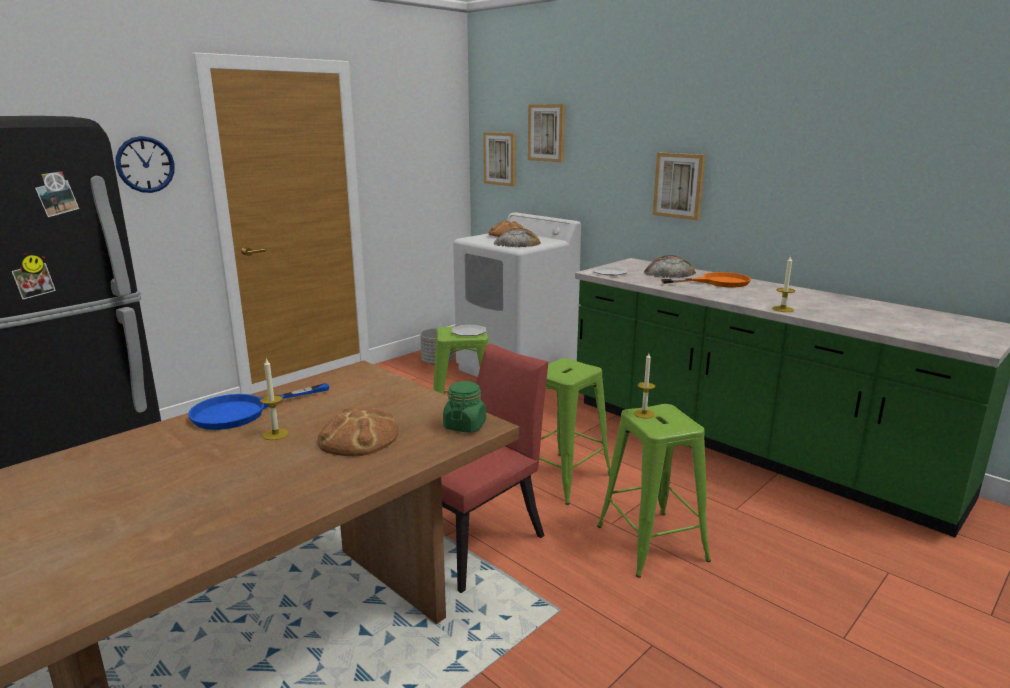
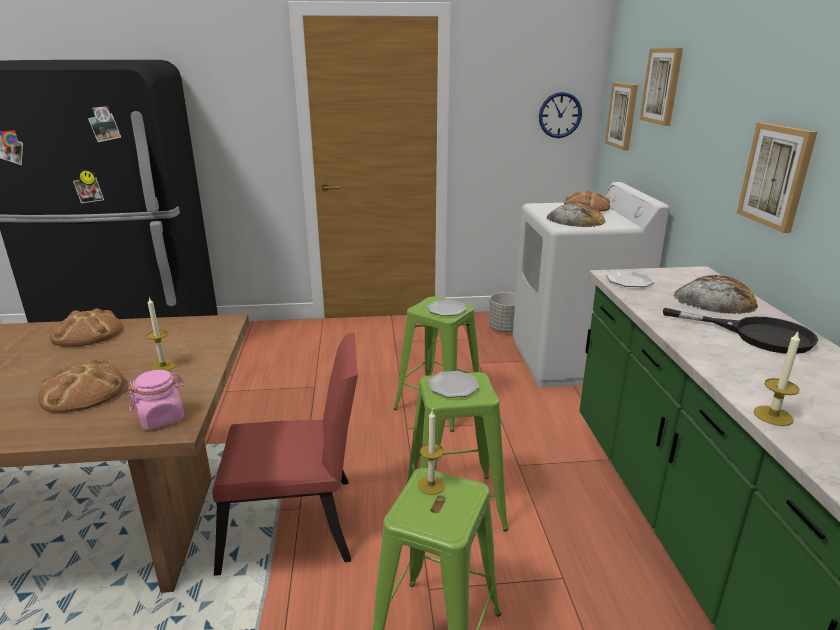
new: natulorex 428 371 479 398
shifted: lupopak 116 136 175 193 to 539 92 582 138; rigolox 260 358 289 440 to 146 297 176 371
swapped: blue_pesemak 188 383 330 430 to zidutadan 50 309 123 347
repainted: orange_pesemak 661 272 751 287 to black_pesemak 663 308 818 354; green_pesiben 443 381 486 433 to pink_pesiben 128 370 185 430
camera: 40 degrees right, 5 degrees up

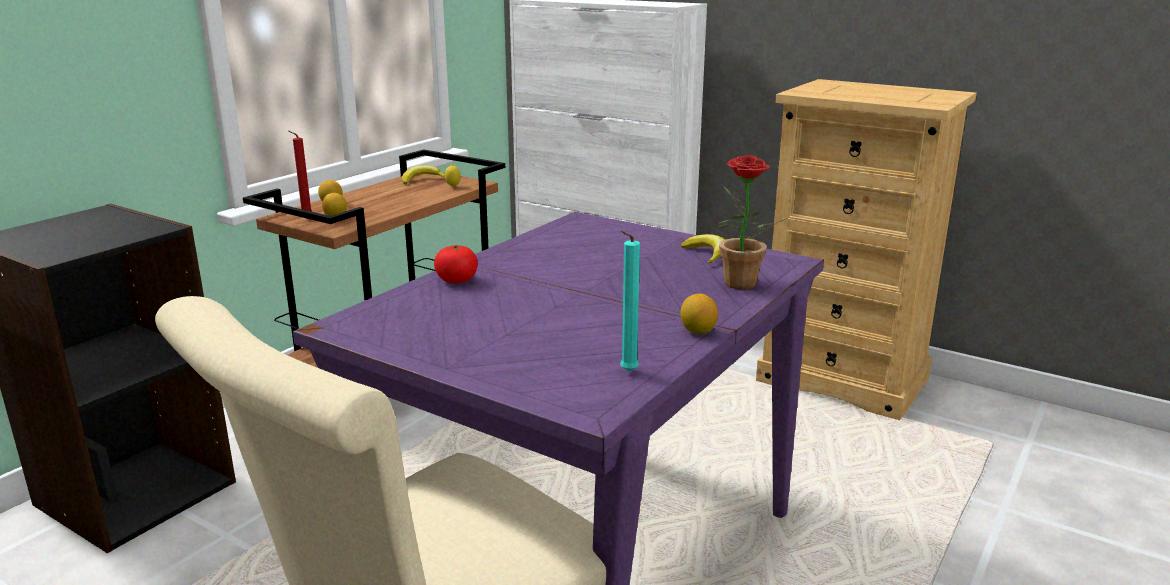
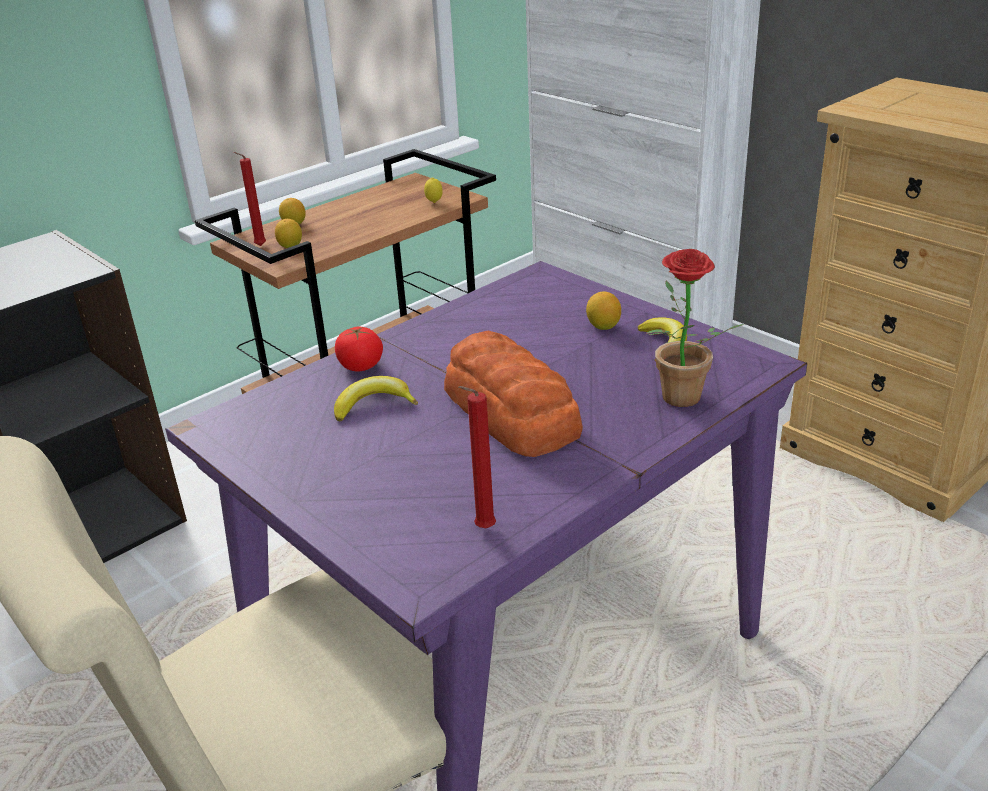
new: zidutadan 444 331 583 457
shifted: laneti 402 165 445 185 to 334 376 418 421; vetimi 680 294 718 334 to 586 292 621 330
repainted: turquoise_rigolox 620 231 640 372 to red_rigolox 459 386 496 528
camera: 15 degrees right, 10 degrees up

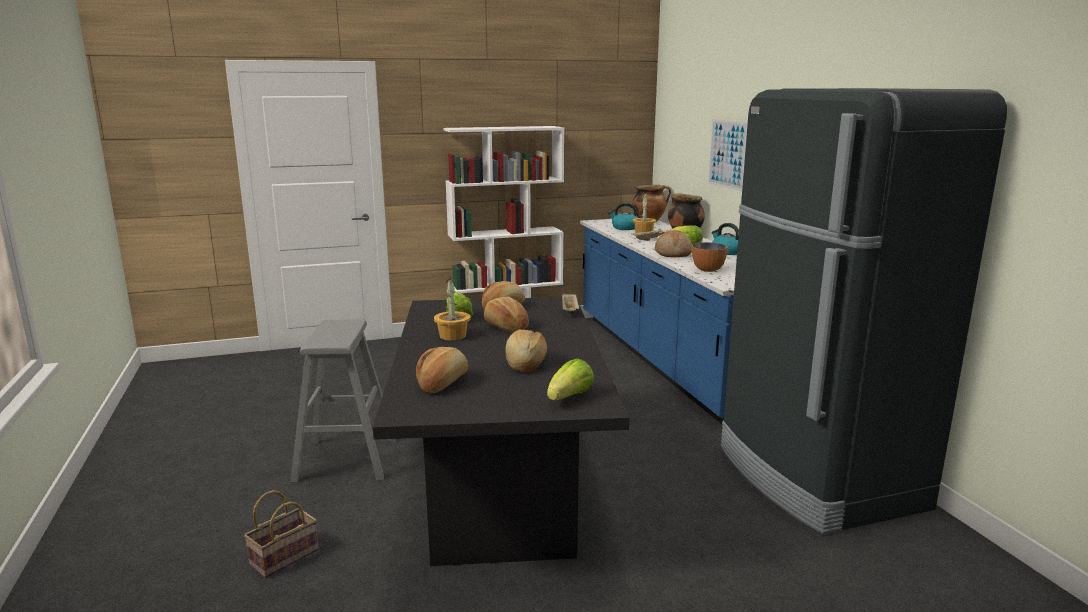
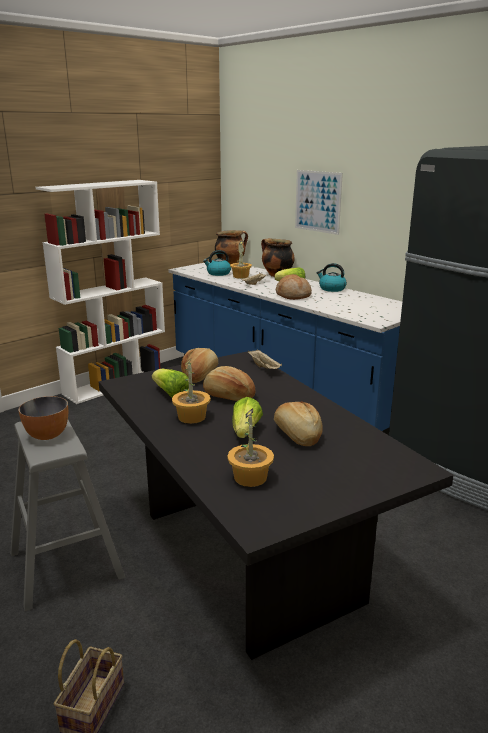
shifted: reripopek 692 242 728 272 to 19 396 68 440; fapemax 547 359 594 400 to 232 397 263 438
swapped: zidutadan 416 347 468 393 to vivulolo 227 408 274 487
camera: 25 degrees left, 5 degrees up

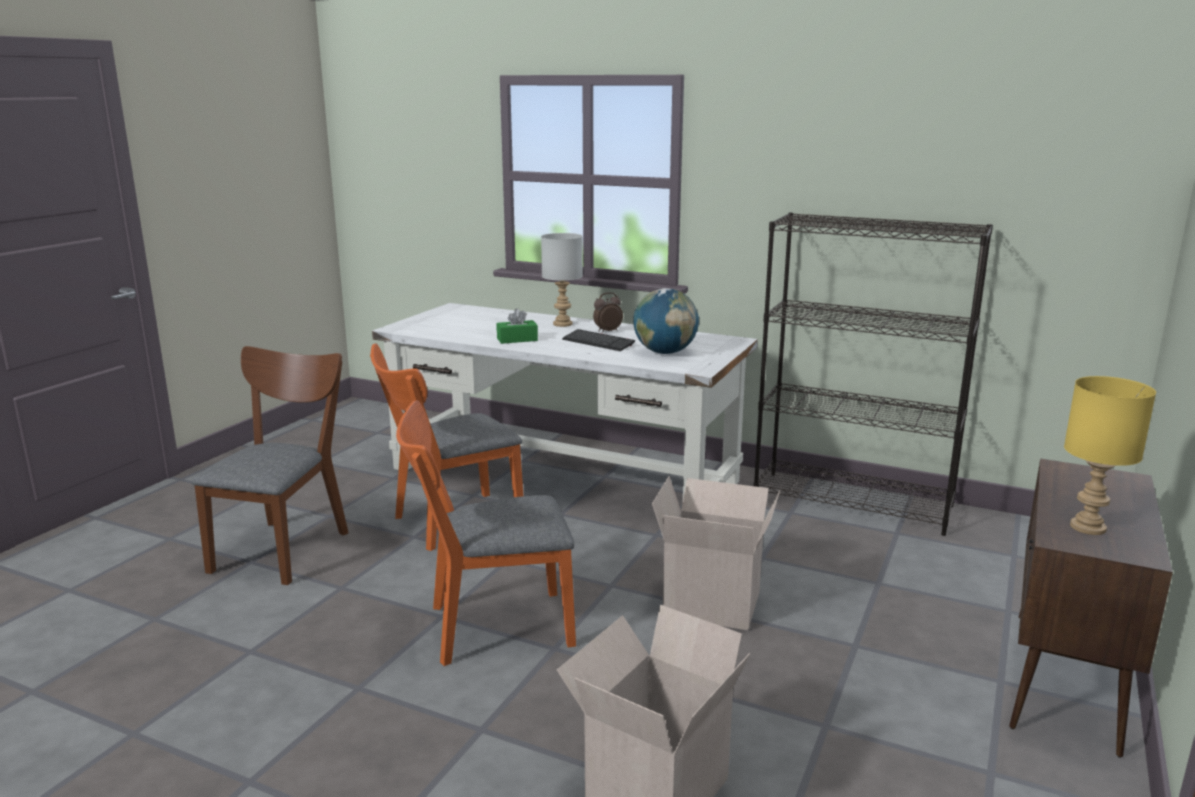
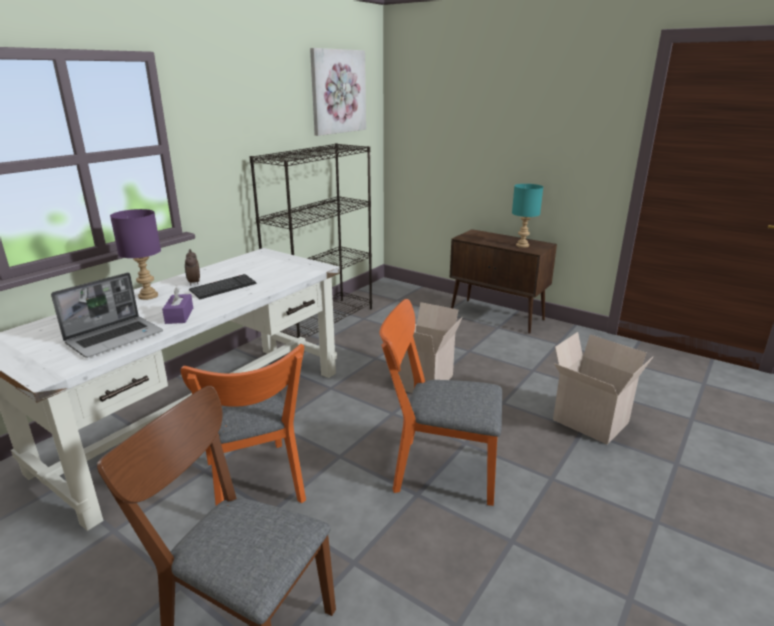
gone: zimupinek 633 288 699 354
new: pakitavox 310 48 366 136; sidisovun 51 273 163 358
repainted: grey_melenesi 541 233 583 327 to purple_melenesi 110 209 161 300; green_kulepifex 497 309 538 344 to purple_kulepifex 162 286 193 324; yellow_melenesi 1064 376 1156 535 to turquoise_melenesi 512 184 543 248
rotated: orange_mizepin 396 400 576 666 = 380 299 502 506 105 degrees clockwise
camera: 80 degrees left, 5 degrees up

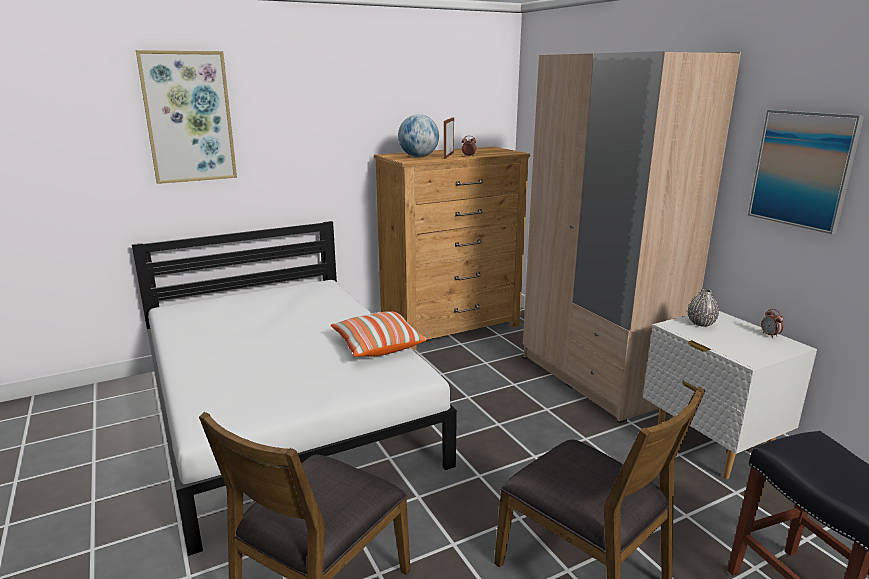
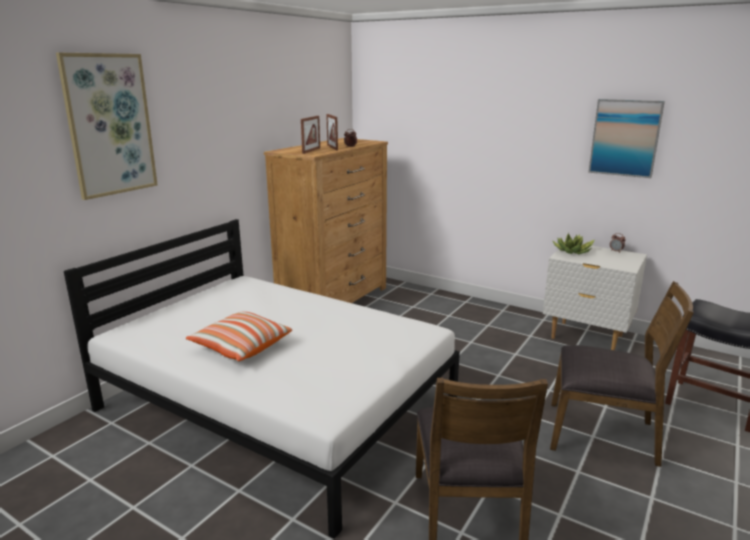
gone: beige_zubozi 523 51 741 423
shifted: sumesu 331 311 427 357 to 186 311 292 361
swapped: zimupinek 398 114 439 157 to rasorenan 301 116 320 154; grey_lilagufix 688 289 719 327 to vivulolo 552 233 595 254
camera: 30 degrees left, 0 degrees up

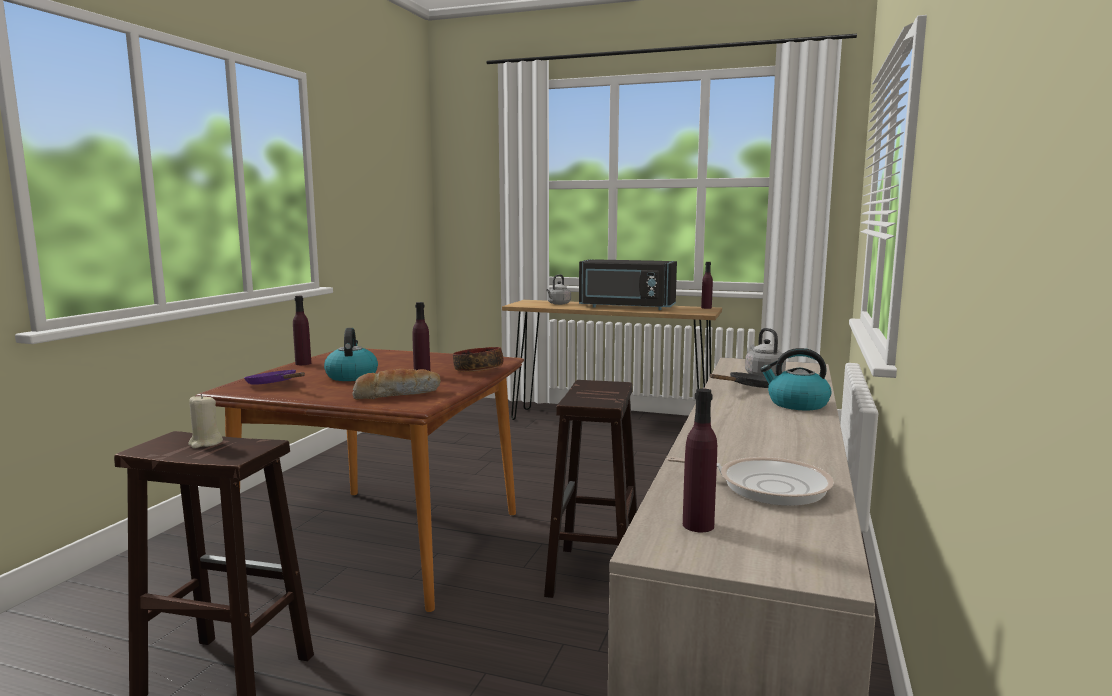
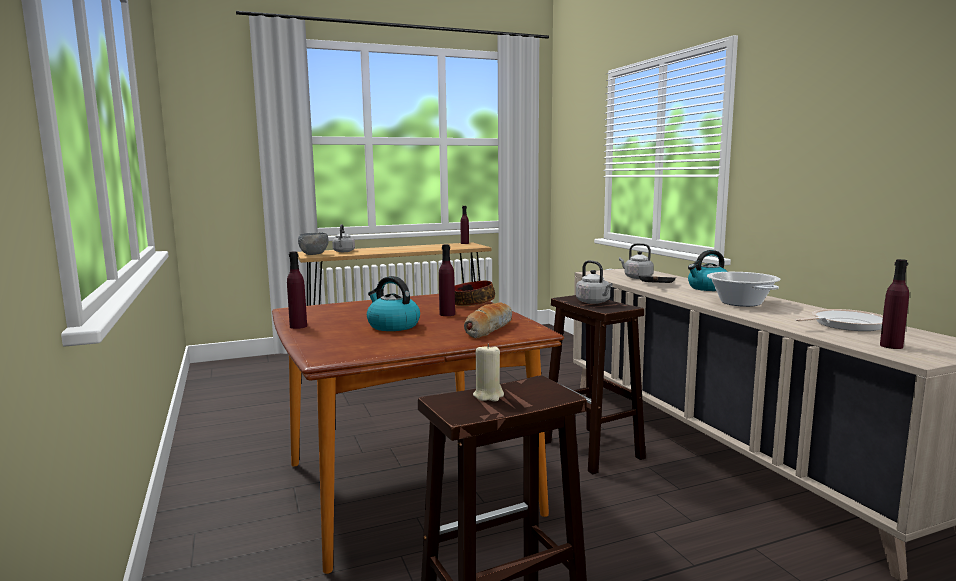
gone: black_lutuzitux 579 259 677 310; purple_pesemak 244 370 305 385
new: grey_reripopek 298 232 329 255; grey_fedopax 576 260 613 304; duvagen 707 272 781 307
camera: 40 degrees left, 0 degrees up

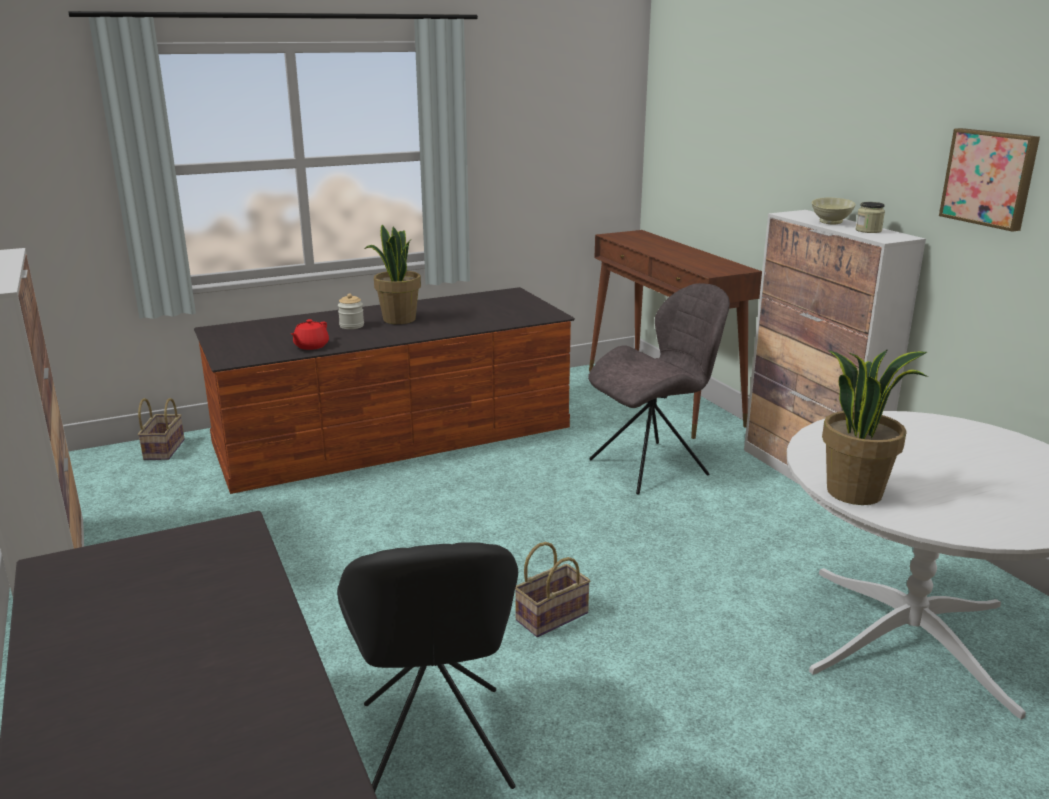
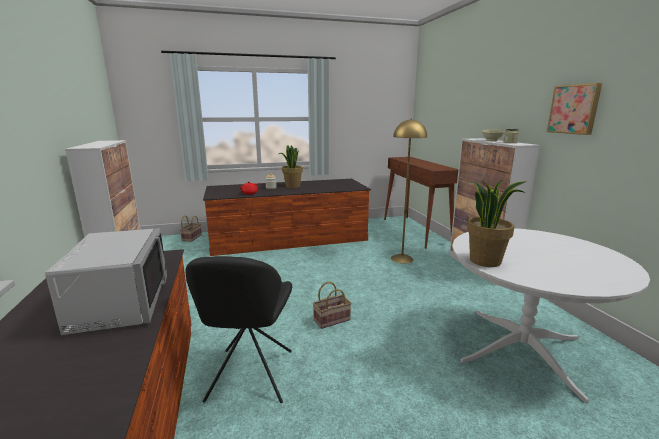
new: grey_lutuzitux 45 228 167 335
swapped: grey_mizepin 588 283 730 495 to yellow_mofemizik 391 119 427 263
camera: 10 degrees right, 5 degrees down

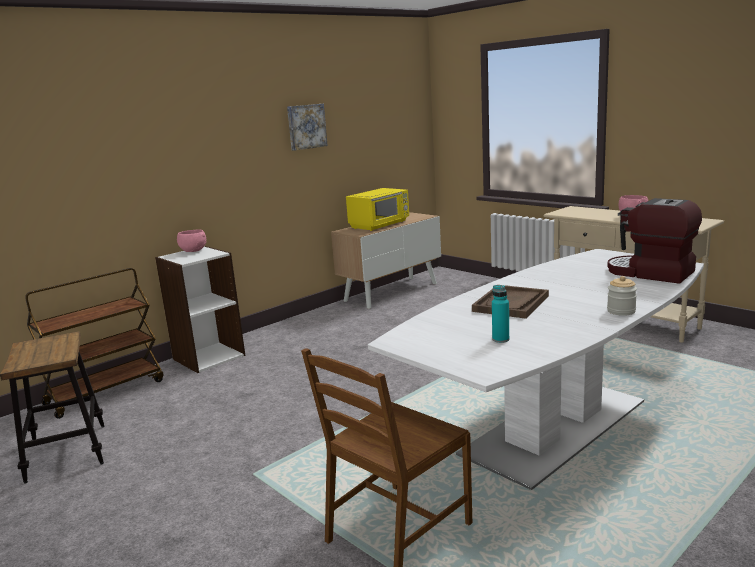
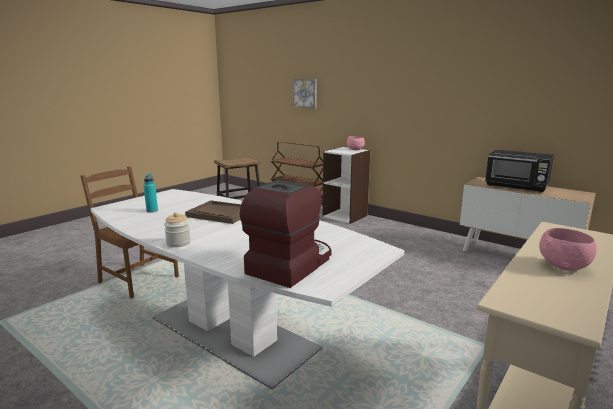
shifted: pakitavox 287 104 328 151 to 293 79 317 109
repainted: yellow_lutuzitux 346 188 409 231 to black_lutuzitux 485 150 554 193
camera: 80 degrees right, 0 degrees up

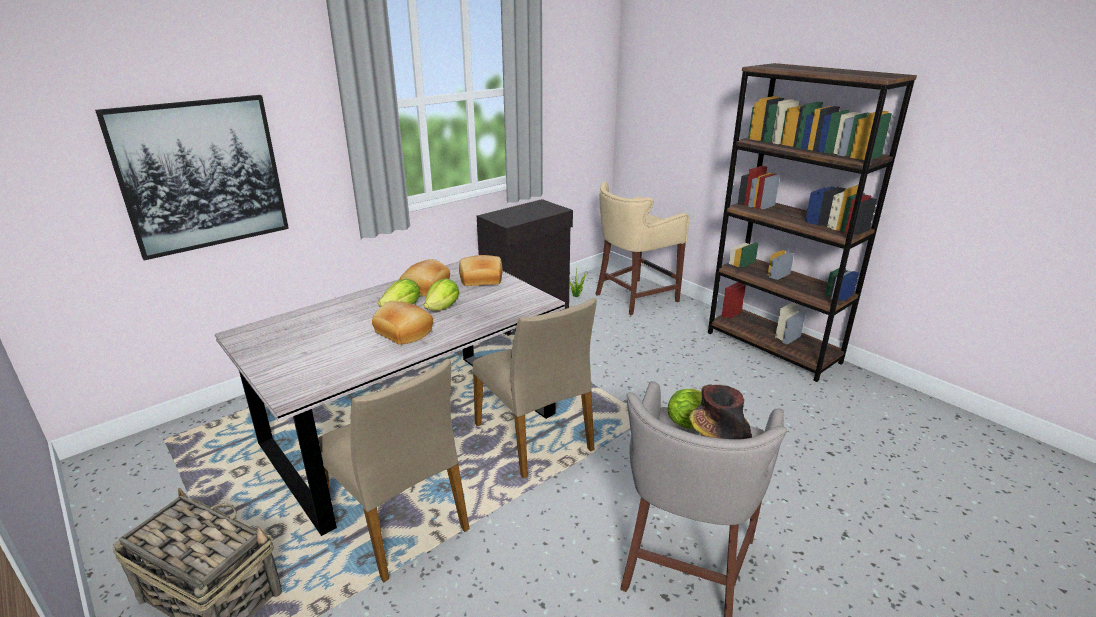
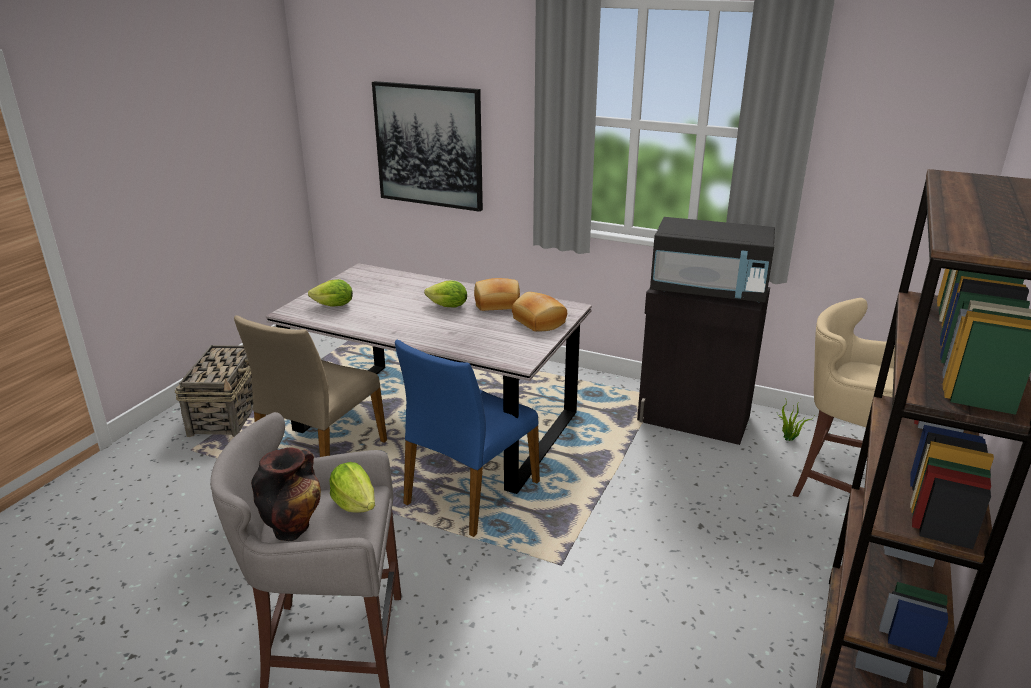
gone: zidutadan 372 301 433 345
new: black_lutuzitux 650 217 775 303
shifted: fapemax 424 278 459 311 to 308 279 353 306
repainted: beige_mizepin 473 298 597 478 to blue_mizepin 395 339 540 537
camera: 65 degrees right, 0 degrees up

